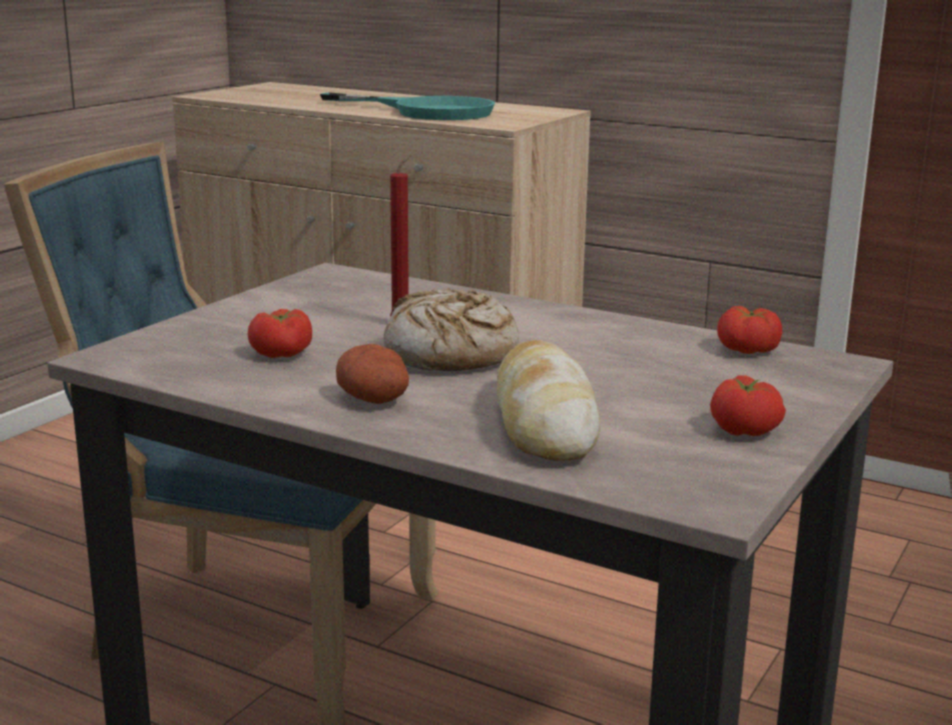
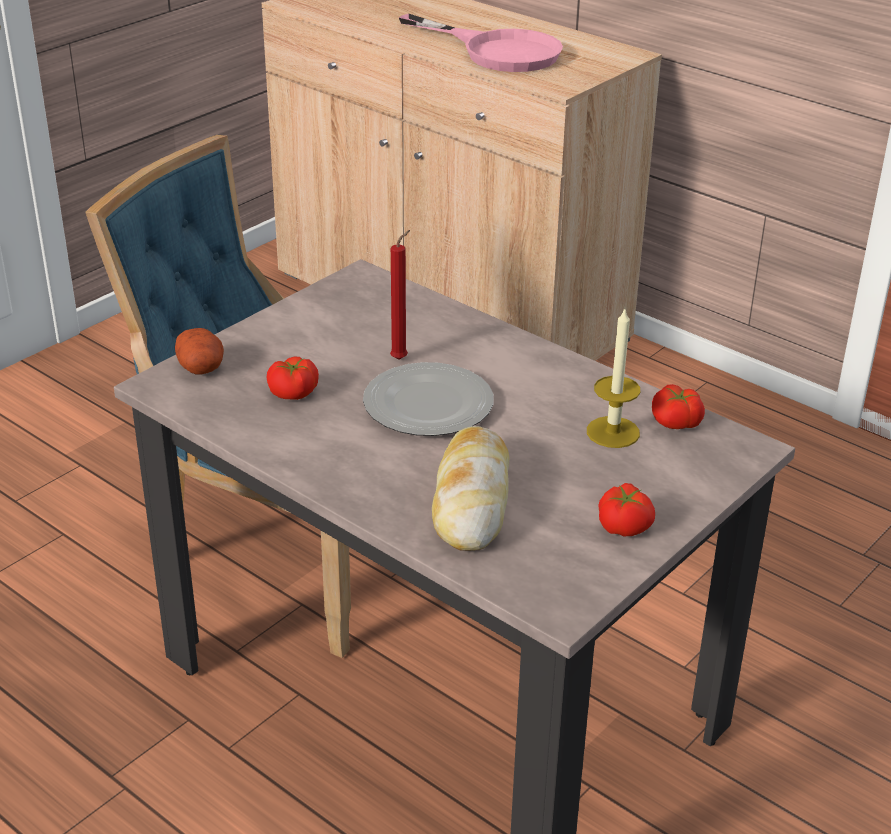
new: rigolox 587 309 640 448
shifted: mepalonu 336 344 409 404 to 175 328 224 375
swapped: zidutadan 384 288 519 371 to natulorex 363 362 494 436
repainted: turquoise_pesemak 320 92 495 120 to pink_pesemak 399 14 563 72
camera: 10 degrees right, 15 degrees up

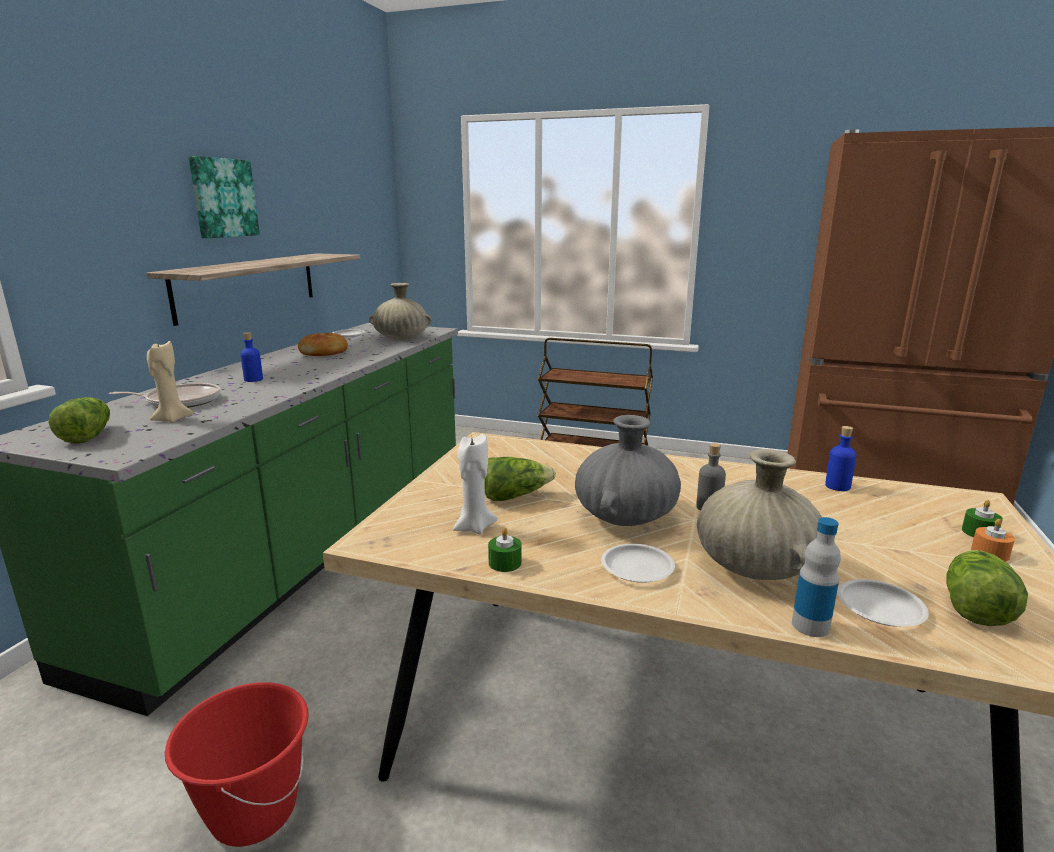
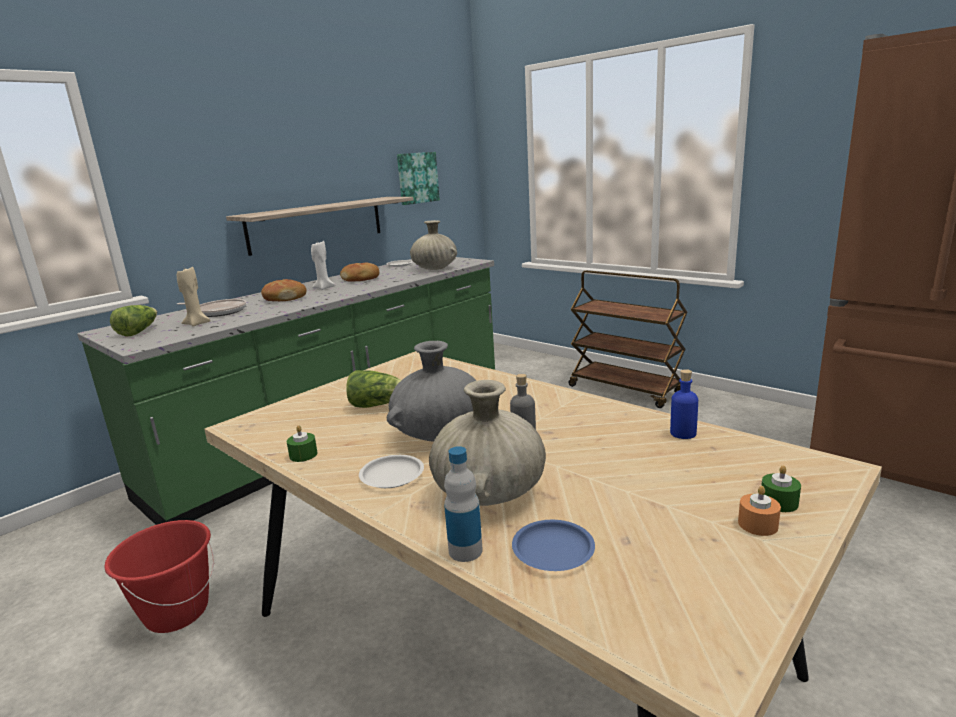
gone: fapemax 946 550 1028 626
shifted: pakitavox 189 156 260 238 to 397 152 440 205; white_rigolox 453 434 498 534 to 311 241 335 290
swapped: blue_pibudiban 240 332 263 382 to zidutadan 261 279 307 301
repainted: white_natulorex 838 579 929 627 to blue_natulorex 512 520 595 571
camera: 25 degrees right, 0 degrees up

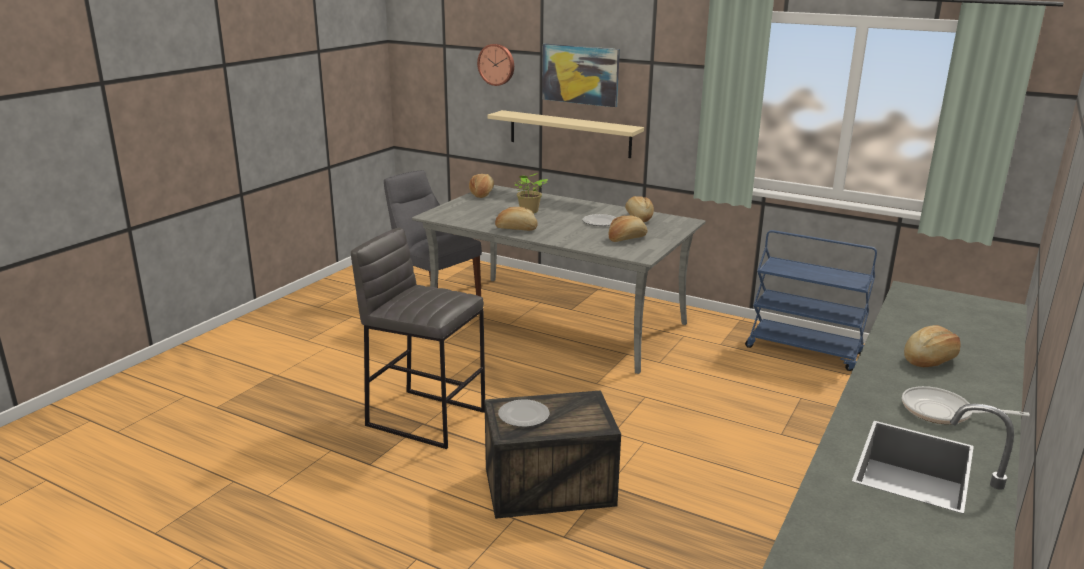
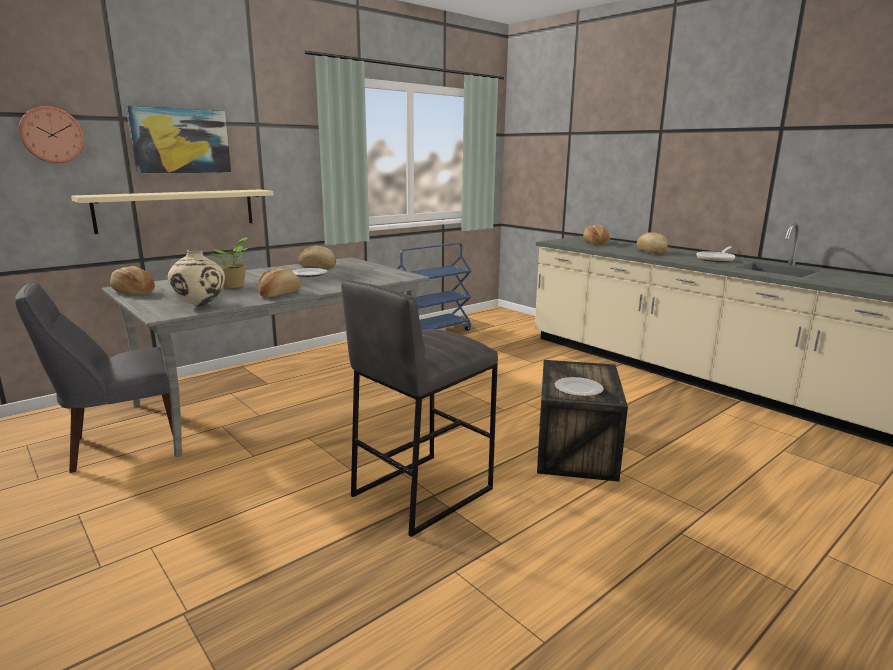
new: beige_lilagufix 168 250 225 306
shifted: zidutadan 609 215 647 242 to 583 225 610 245
camera: 70 degrees left, 5 degrees down

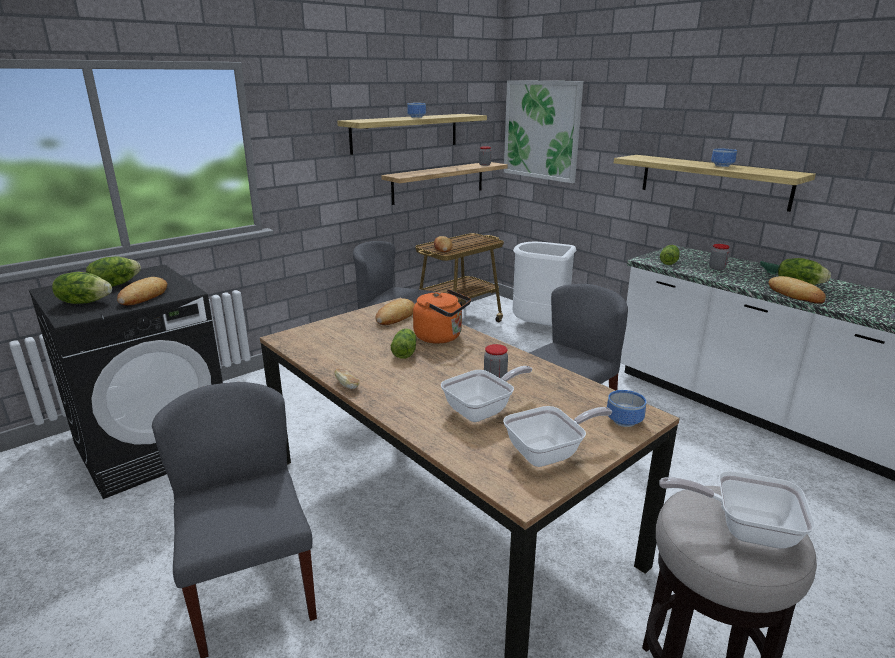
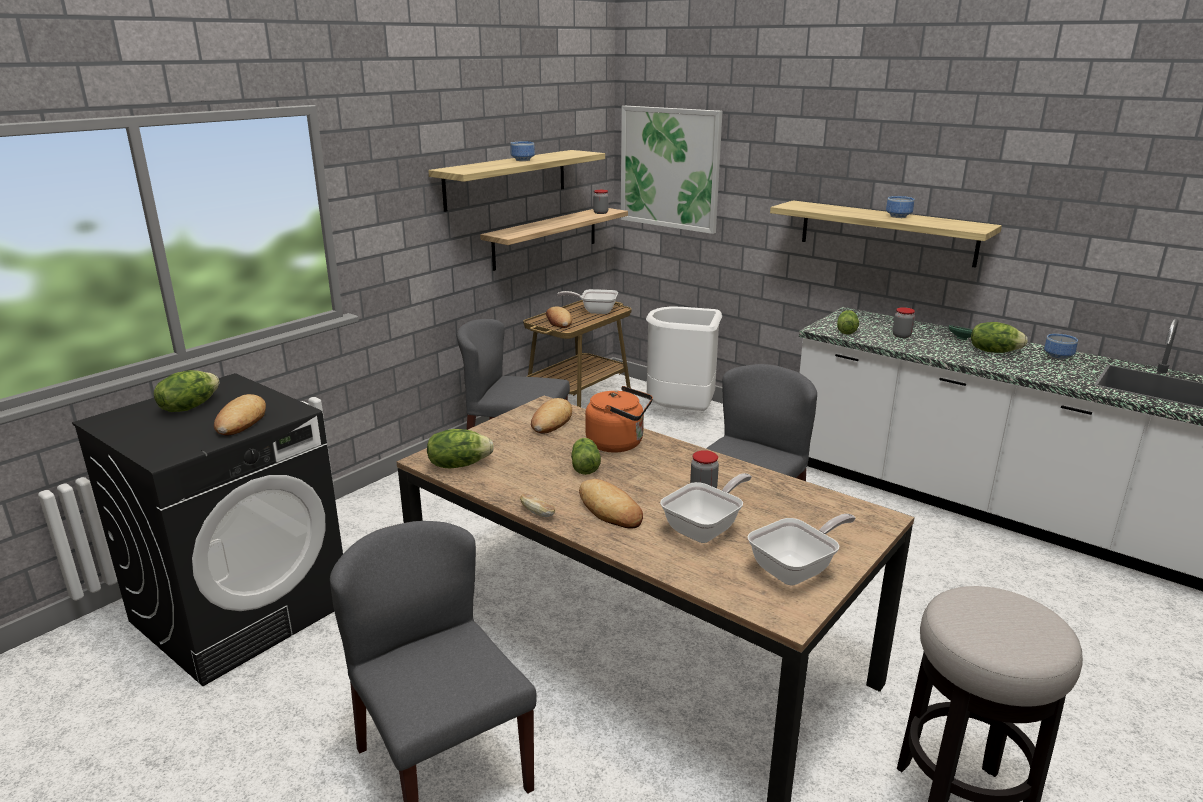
shifted: fapemax 52 272 112 304 to 427 429 494 469; zidutadan 768 276 826 304 to 579 479 643 529; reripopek 607 390 646 427 to 1044 334 1078 360; pesemak 659 471 815 548 to 557 289 618 314
camera: 10 degrees left, 0 degrees up

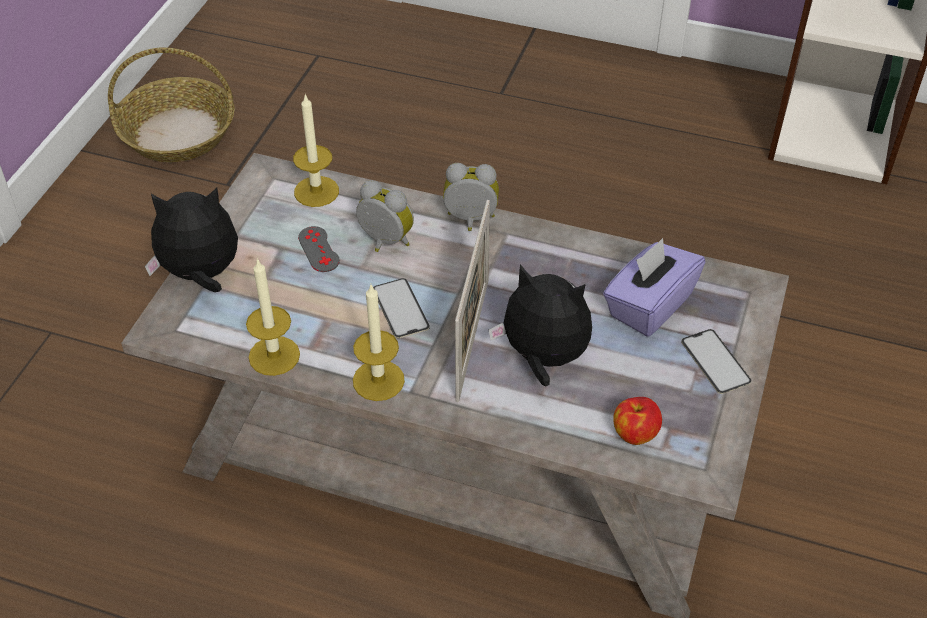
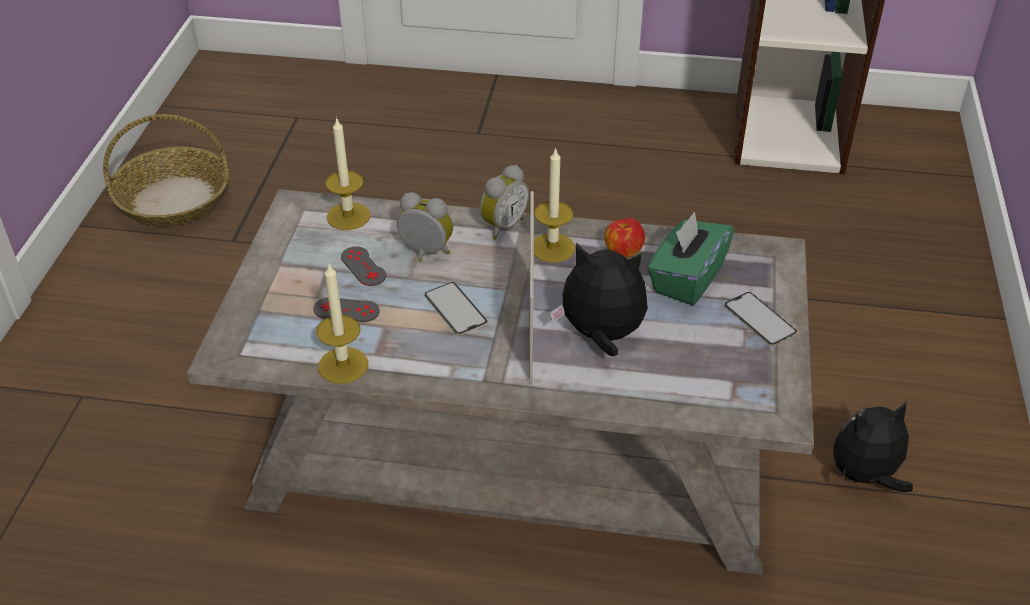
new: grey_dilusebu 313 297 380 322
shifted: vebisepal 145 188 238 292 to 833 400 913 492; rigolox 353 283 405 401 to 534 147 575 263; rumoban 613 397 662 445 to 604 218 645 258
repainted: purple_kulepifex 603 238 705 337 to green_kulepifex 647 212 734 305
rotated: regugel 443 163 499 231 = 480 165 529 240 135 degrees clockwise
camera: 10 degrees left, 5 degrees down

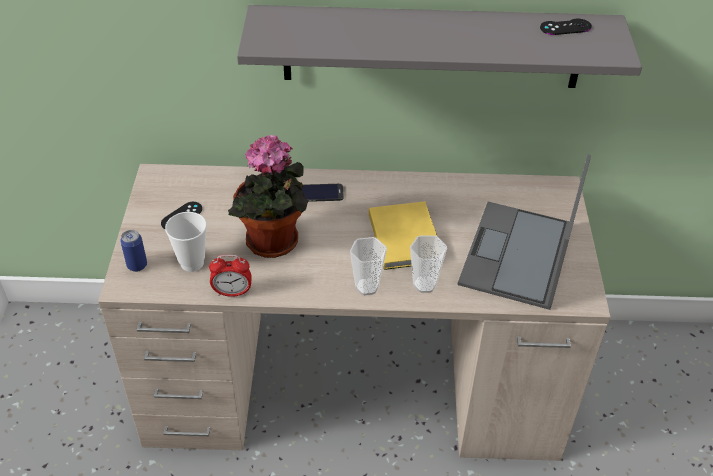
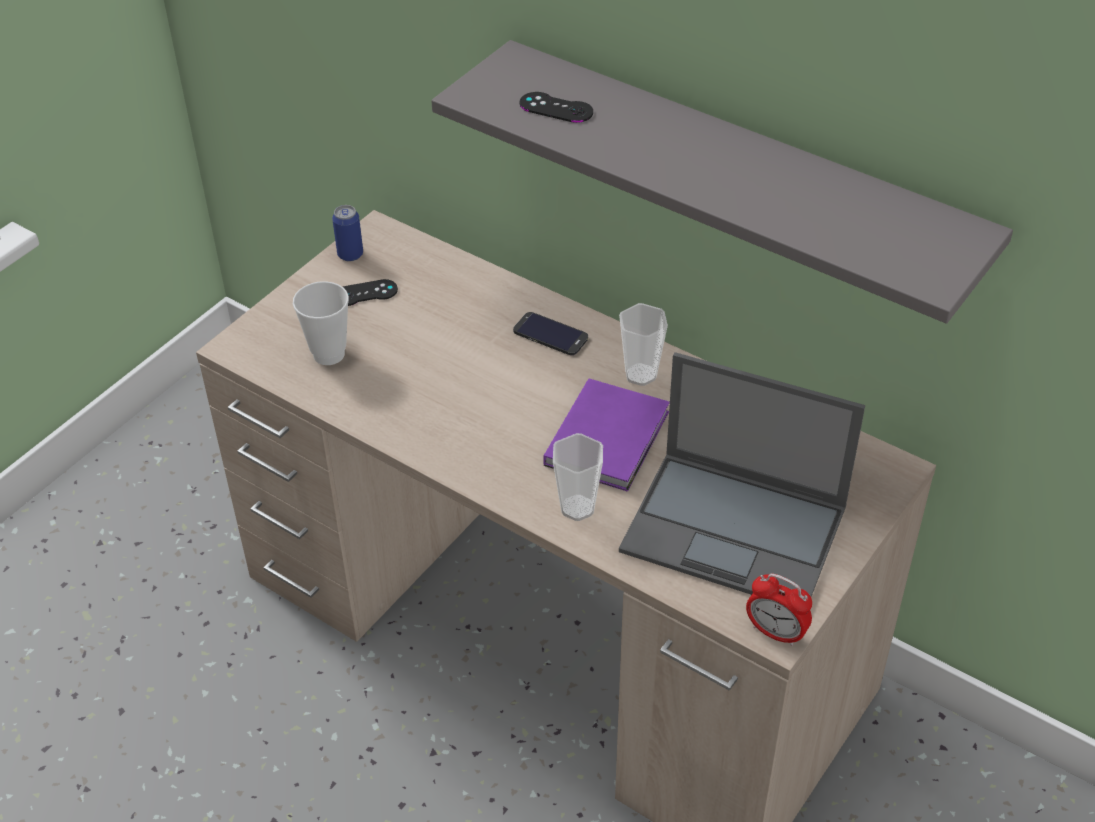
gone: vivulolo 228 135 308 258
shifted: black_dilusebu 540 19 592 35 to 520 92 593 123; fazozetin 120 230 147 272 to 332 205 363 262; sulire 350 237 387 295 to 619 303 668 386; regugel 209 254 252 297 to 746 574 812 646
repainted: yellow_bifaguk 369 201 437 270 to purple_bifaguk 543 379 670 492
rotated: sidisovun 457 154 591 310 = 619 352 865 597 120 degrees counterclockwise
camera: 35 degrees right, 0 degrees up

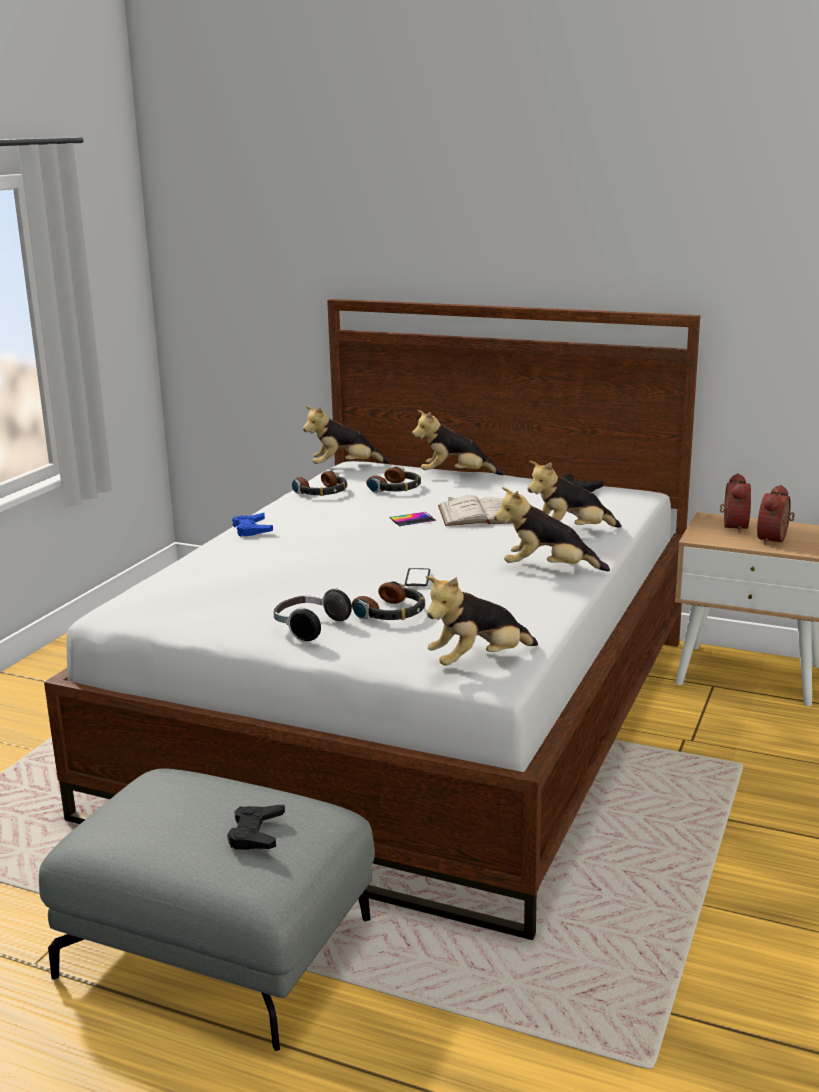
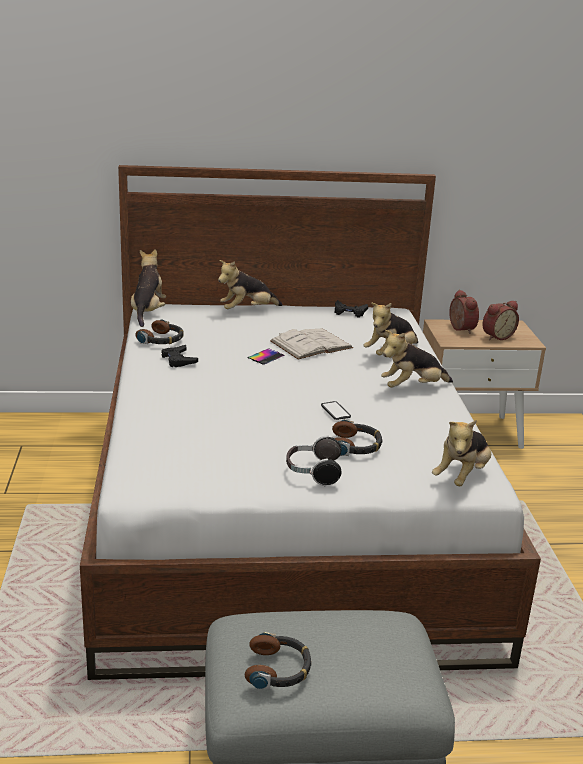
gone: blue_dilusebu 232 513 273 537
shifted: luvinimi 366 467 421 492 to 245 632 312 689; black_dilusebu 227 805 285 850 to 161 345 198 367
rotated: vebisepal 303 406 390 464 = 131 249 166 327 135 degrees clockwise; regugel 757 485 795 545 = 483 301 519 340 120 degrees counterclockwise
camera: 30 degrees left, 5 degrees up

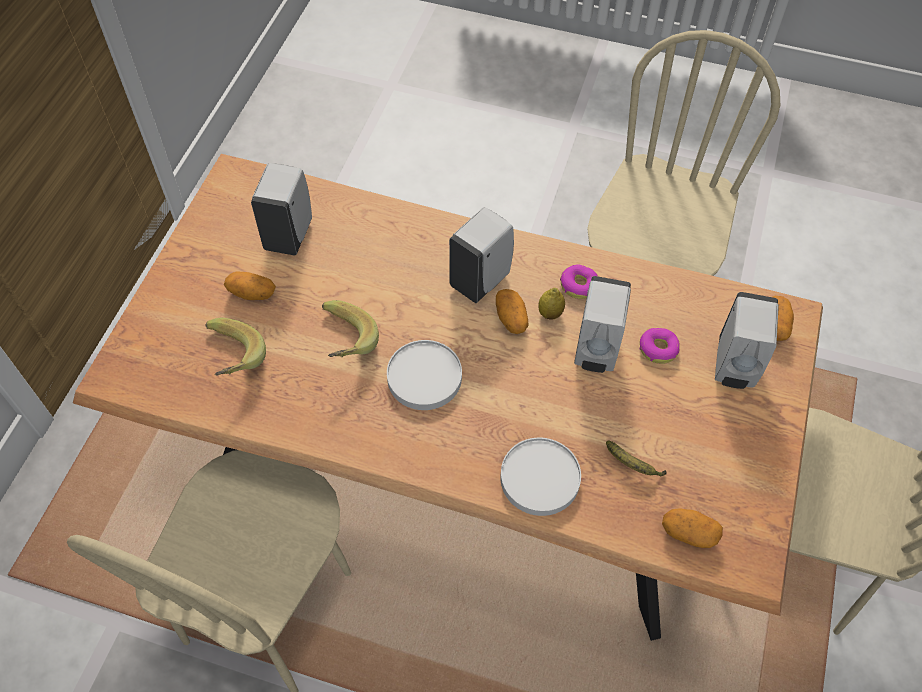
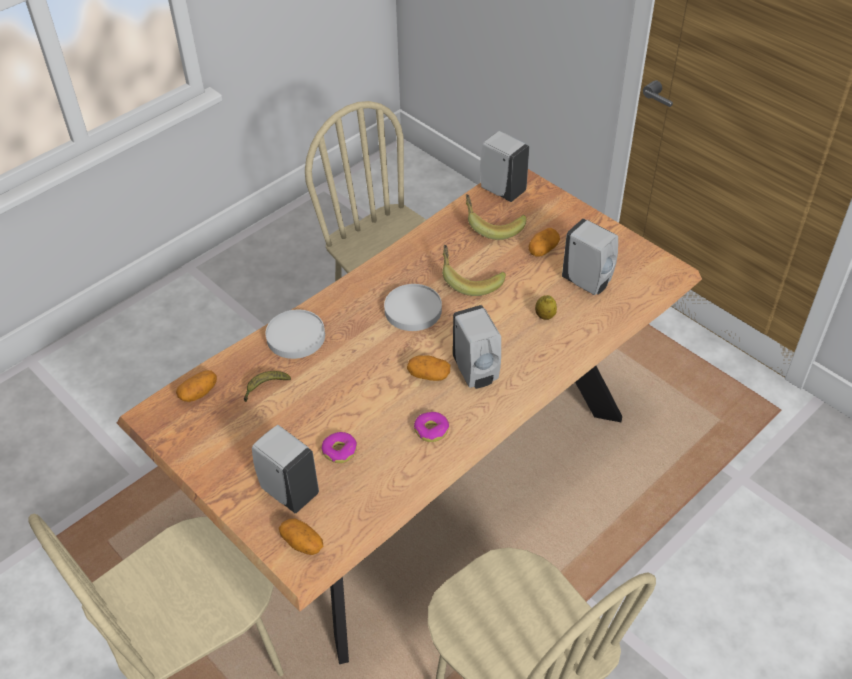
shifted: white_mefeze 574 276 631 373 to 480 131 529 202; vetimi 538 288 565 319 to 535 295 557 320
camera: 120 degrees right, 10 degrees down

